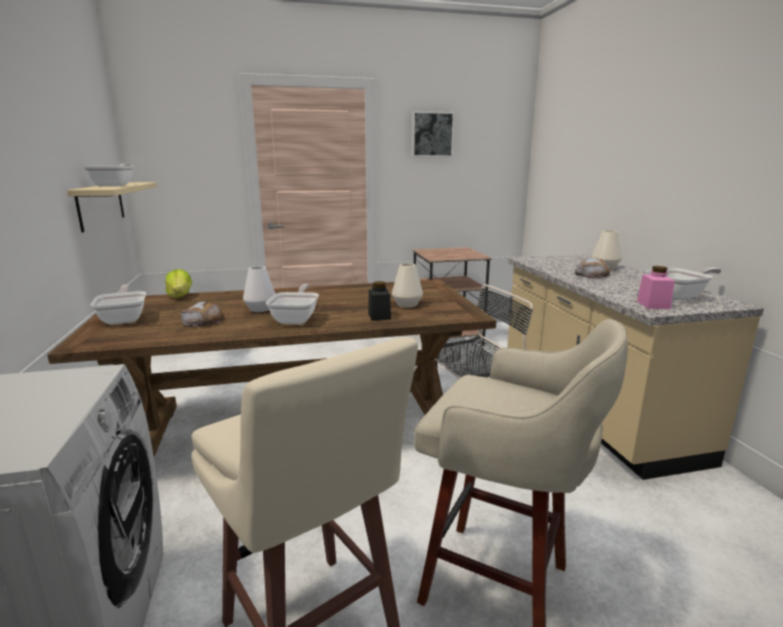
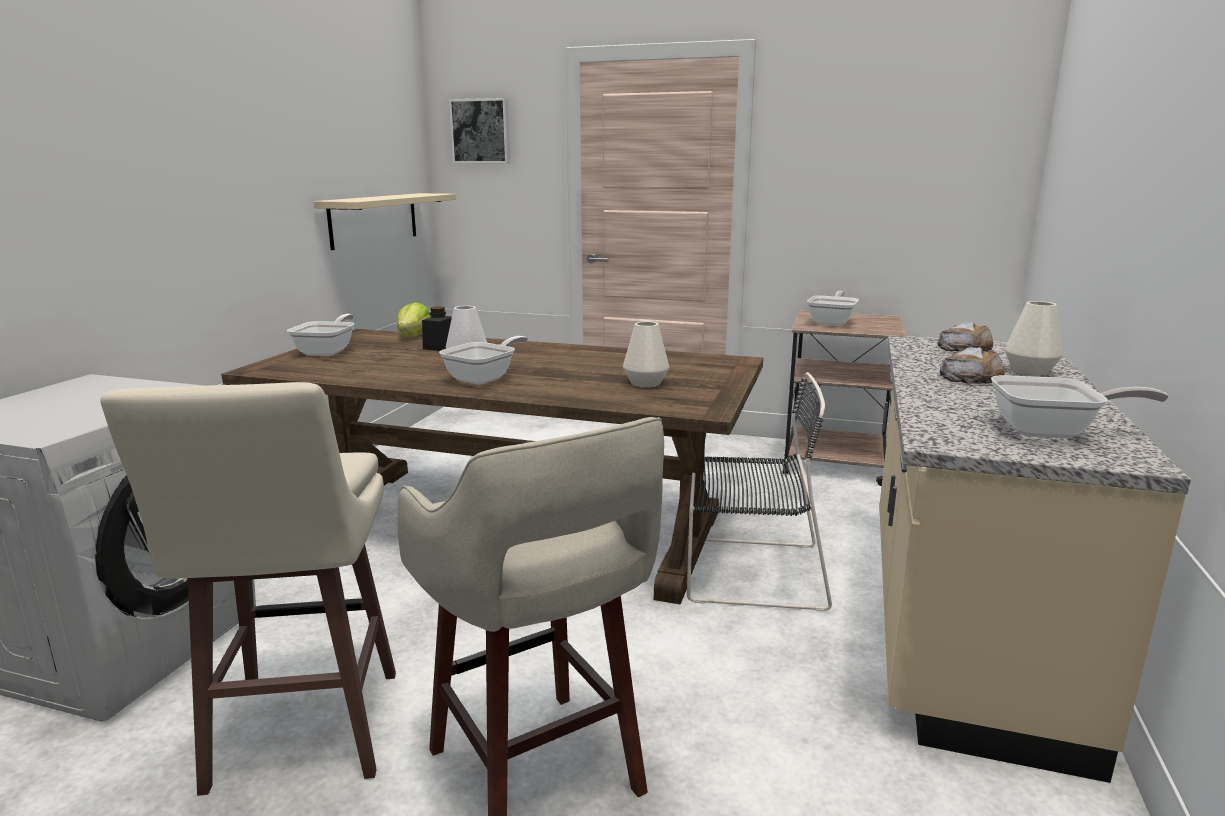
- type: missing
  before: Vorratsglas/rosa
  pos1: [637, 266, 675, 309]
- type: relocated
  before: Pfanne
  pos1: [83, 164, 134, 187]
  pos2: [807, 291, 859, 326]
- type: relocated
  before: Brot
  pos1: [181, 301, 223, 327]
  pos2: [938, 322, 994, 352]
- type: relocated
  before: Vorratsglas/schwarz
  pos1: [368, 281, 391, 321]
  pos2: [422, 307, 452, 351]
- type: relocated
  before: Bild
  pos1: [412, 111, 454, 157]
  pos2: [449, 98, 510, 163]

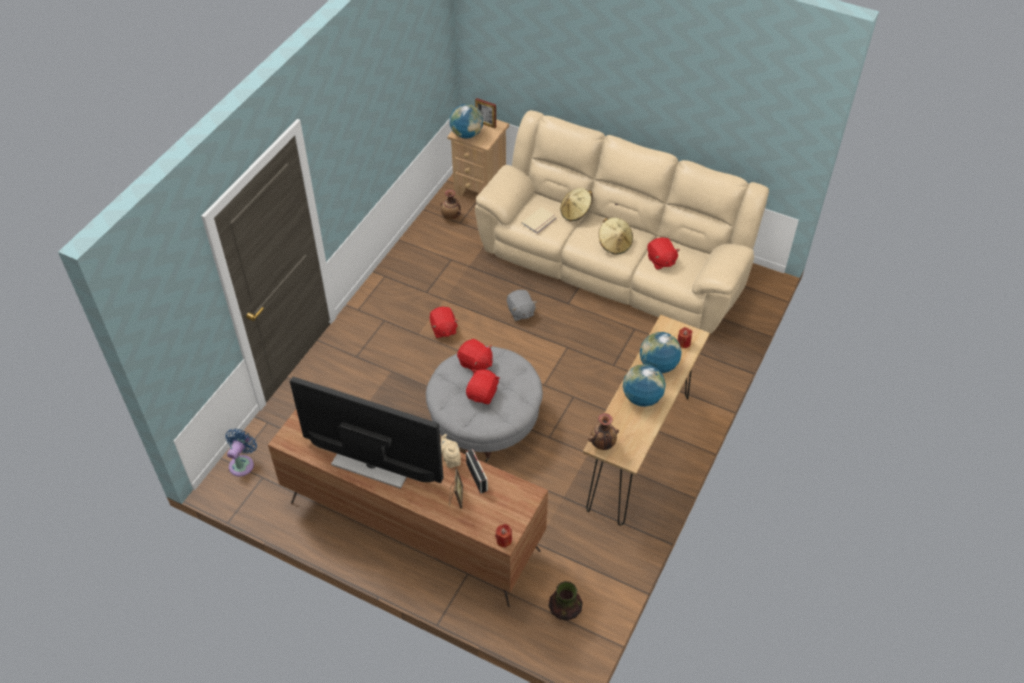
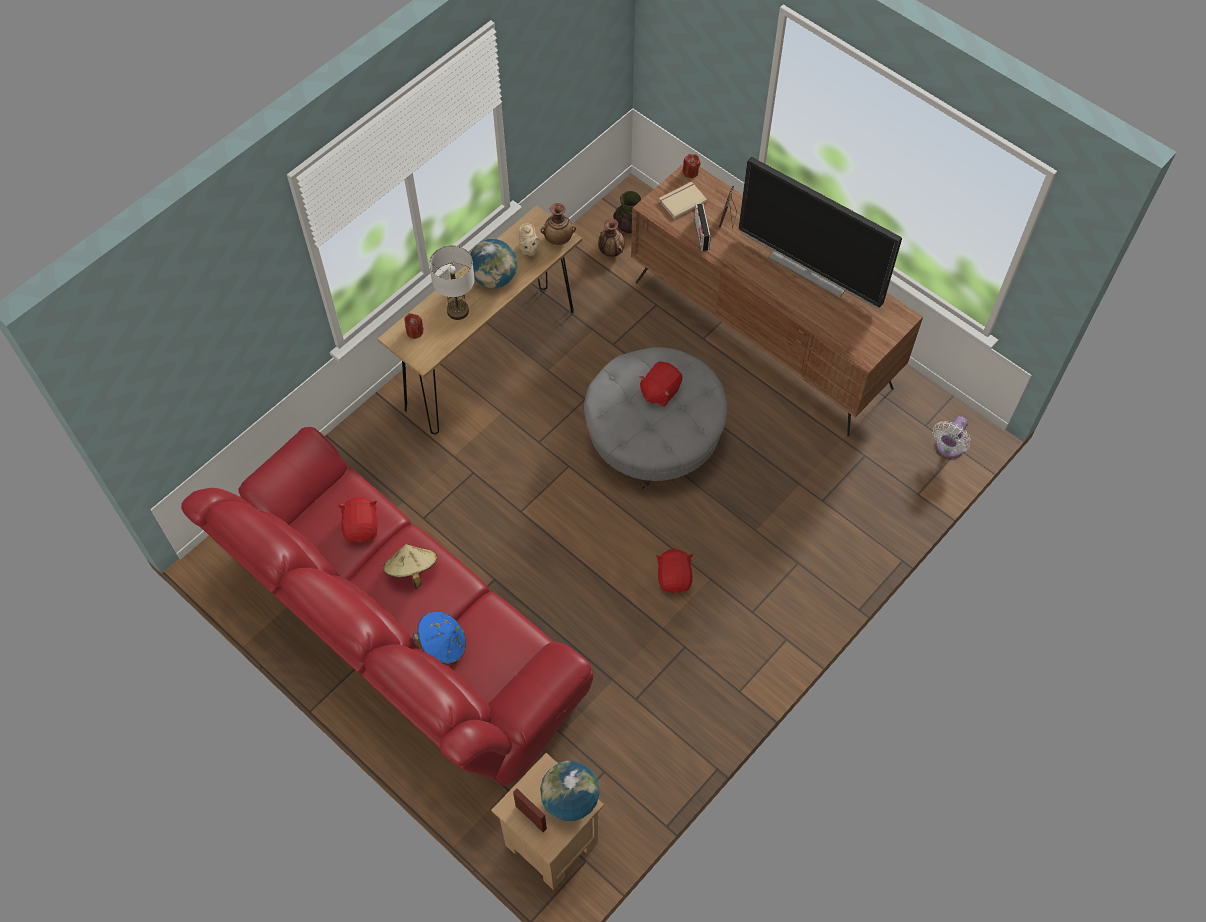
- type: missing
  before: Plüschtier/rot
  pos1: [457, 339, 493, 370]
- type: missing
  before: Plüschtier/grau
  pos1: [507, 290, 537, 321]
- type: relocated
  before: Vase
  pos1: [441, 190, 461, 220]
  pos2: [598, 219, 625, 257]
- type: relocated
  before: Teekanne/beige
  pos1: [441, 434, 461, 468]
  pos2: [518, 223, 540, 256]
- type: relocated
  before: Buch/beige
  pos1: [521, 207, 557, 234]
  pos2: [659, 182, 707, 219]
- type: exchanged
  before: Globus
  after: Tischlampe
  pos1: [640, 332, 682, 373]
  pos2: [429, 245, 475, 320]
- type: colour
  before: Ventilator/blau
  after: Ventilator/weiß
  pos1: [225, 429, 257, 477]
  pos2: [933, 416, 971, 458]
- type: colour
  before: Sofa/beige
  after: Sofa/rot
  pos1: [475, 110, 769, 334]
  pos2: [181, 427, 593, 786]
- type: colour
  before: Hut/beige
  after: Hut/blau
  pos1: [560, 188, 592, 221]
  pos2: [413, 612, 466, 665]

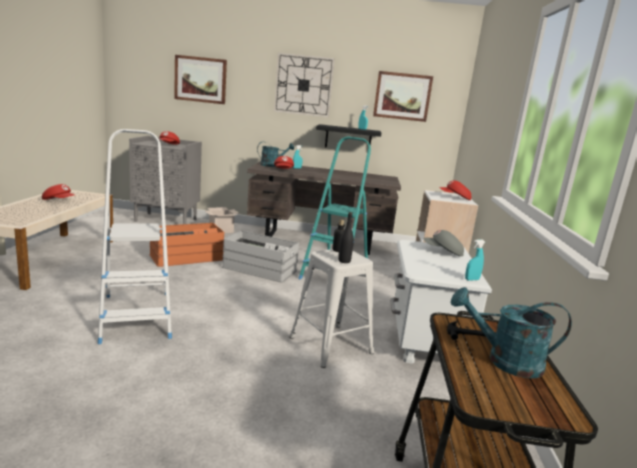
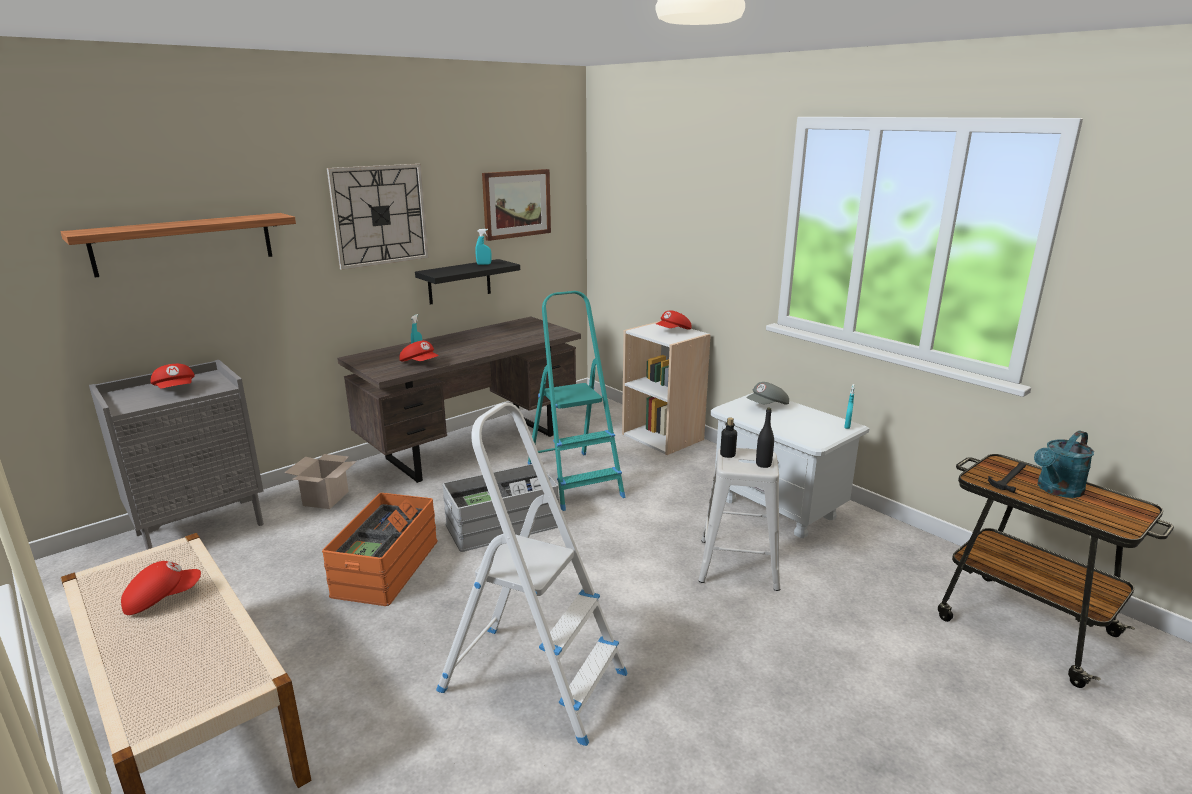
- type: missing
  before: Gießkanne/türkis
  pos1: [257, 142, 294, 167]
- type: exchanged
  before: Bild
  after: Wandregal
  pos1: [174, 55, 227, 104]
  pos2: [60, 213, 296, 277]

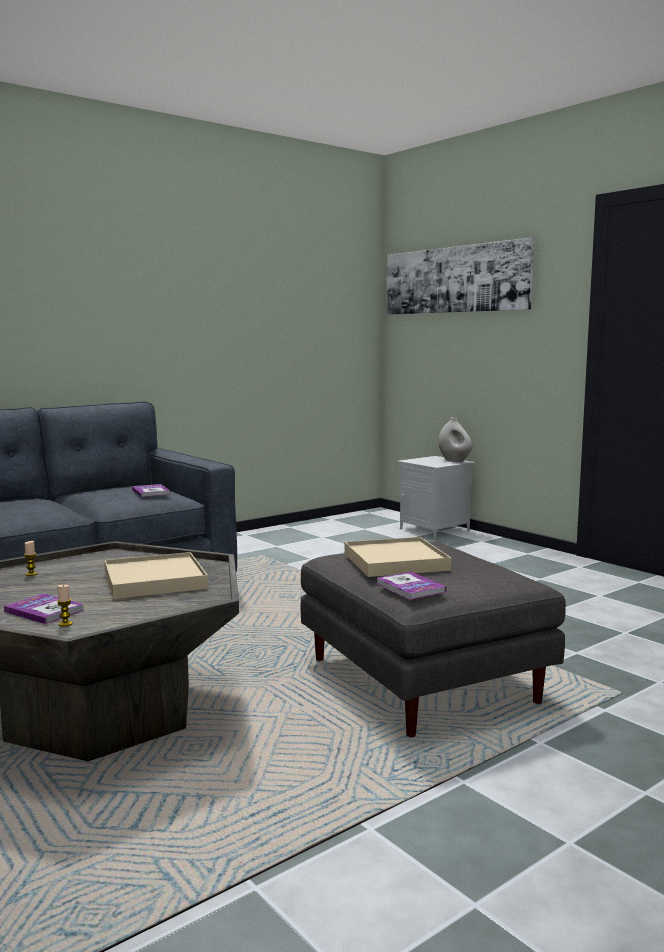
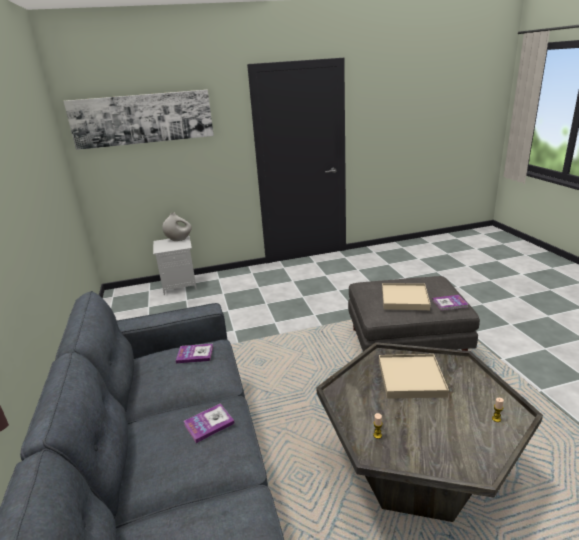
- type: relocated
  before: Buch
  pos1: [4, 593, 84, 624]
  pos2: [183, 403, 235, 443]

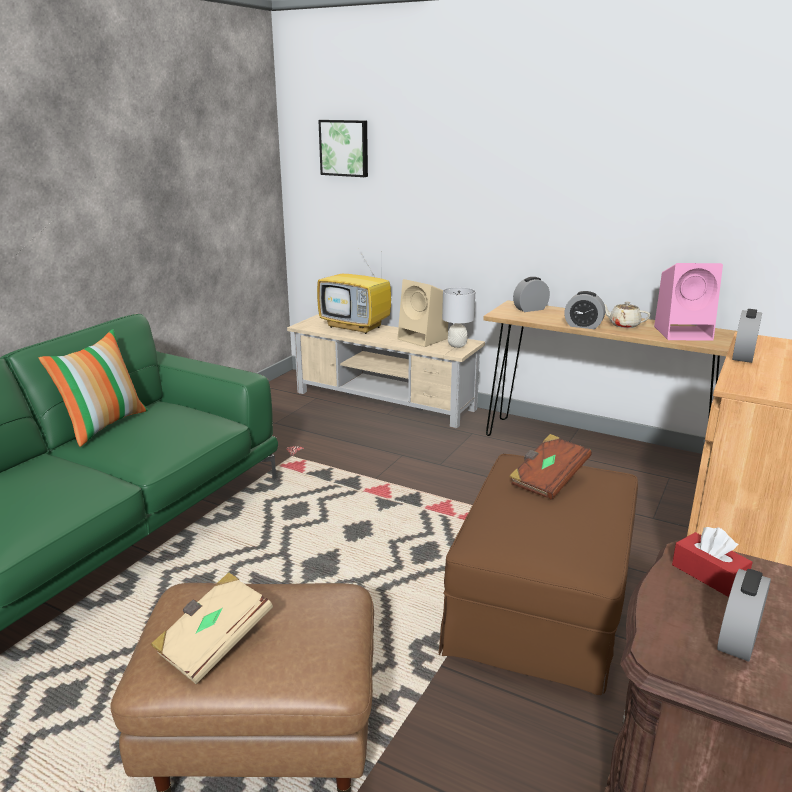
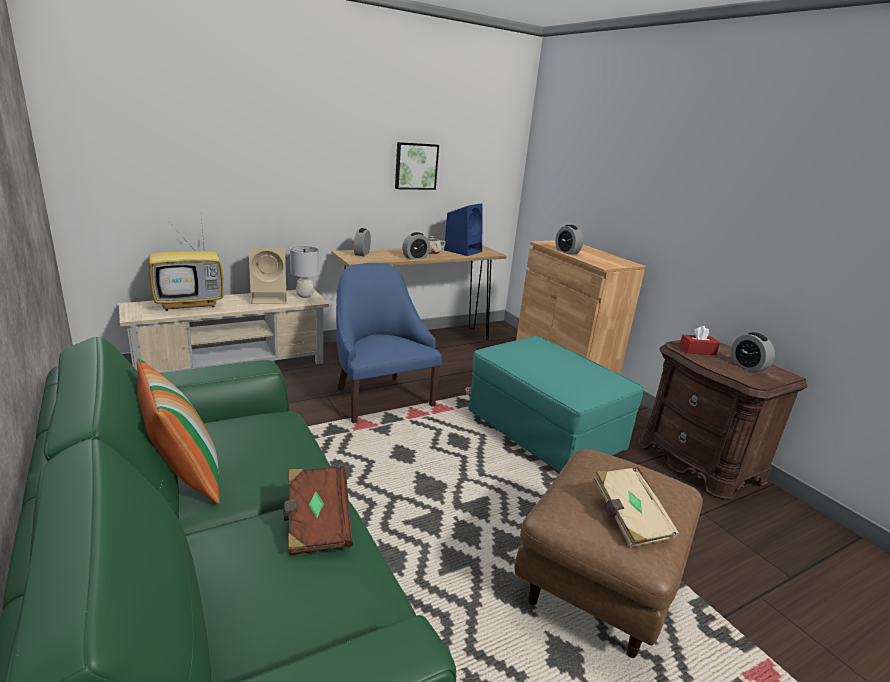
- type: appeared
  after: Sessel/blau
  pos2: [336, 263, 442, 423]
- type: relocated
  before: Bild
  pos1: [318, 120, 368, 177]
  pos2: [395, 142, 439, 190]
- type: relocated
  before: Buch/braun
  pos1: [509, 434, 592, 500]
  pos2: [283, 466, 353, 555]
- type: colour
  before: Polsterhocker/braun
  after: Polsterhocker/türkis
  pos1: [439, 454, 638, 695]
  pos2: [468, 336, 644, 473]
- type: colour
  before: Lautsprecher/rosa
  after: Lautsprecher/blau
  pos1: [654, 263, 723, 341]
  pos2: [444, 203, 482, 256]

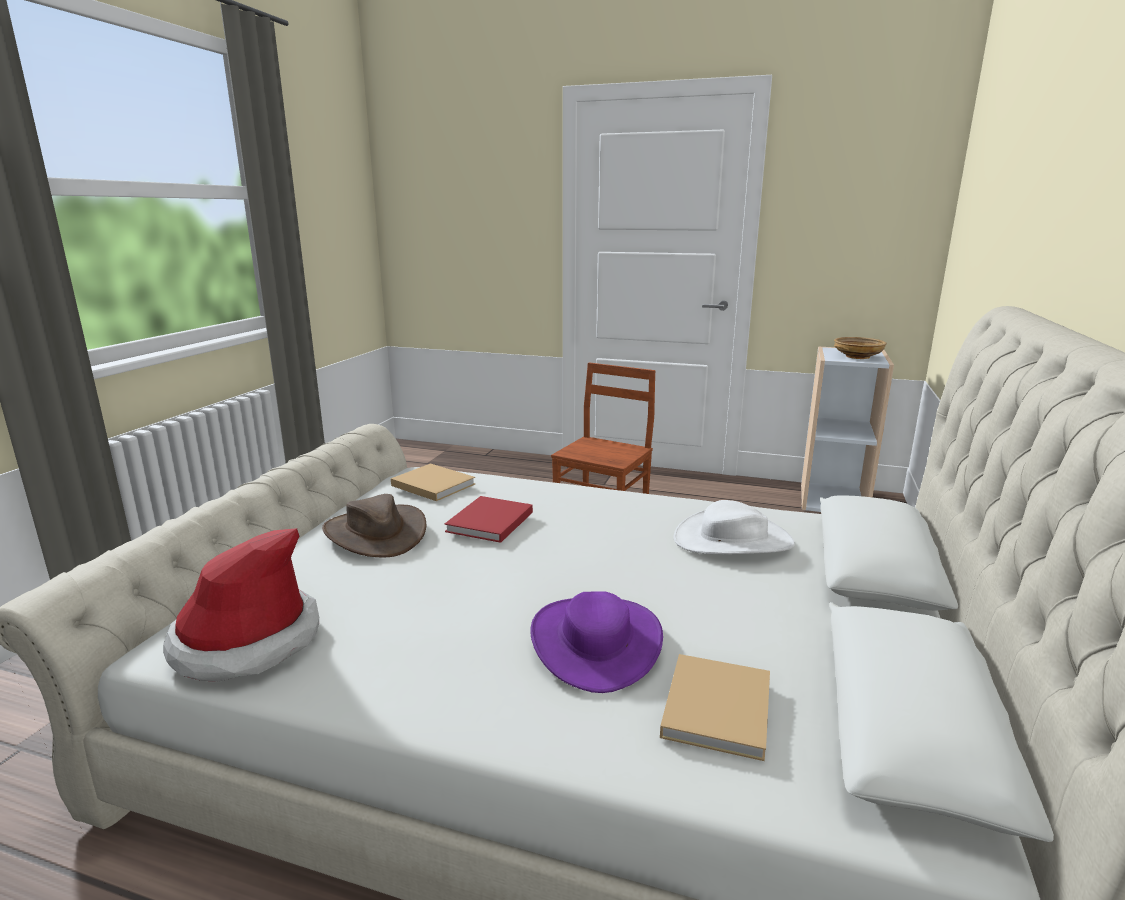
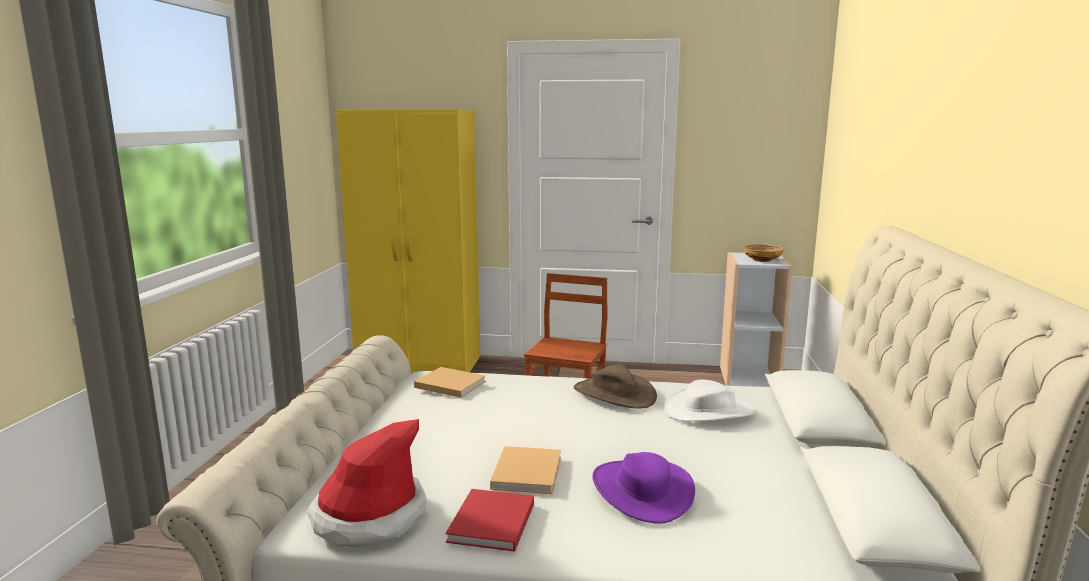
- type: appeared
  after: Kleiderschrank/gelb
  pos2: [336, 110, 480, 374]
- type: relocated
  before: Hut/braun
  pos1: [322, 494, 426, 557]
  pos2: [574, 364, 657, 408]
- type: relocated
  before: Buch/rot
  pos1: [444, 496, 533, 543]
  pos2: [445, 489, 534, 552]
- type: relocated
  before: Buch/beige
  pos1: [660, 654, 770, 761]
  pos2: [490, 446, 561, 494]

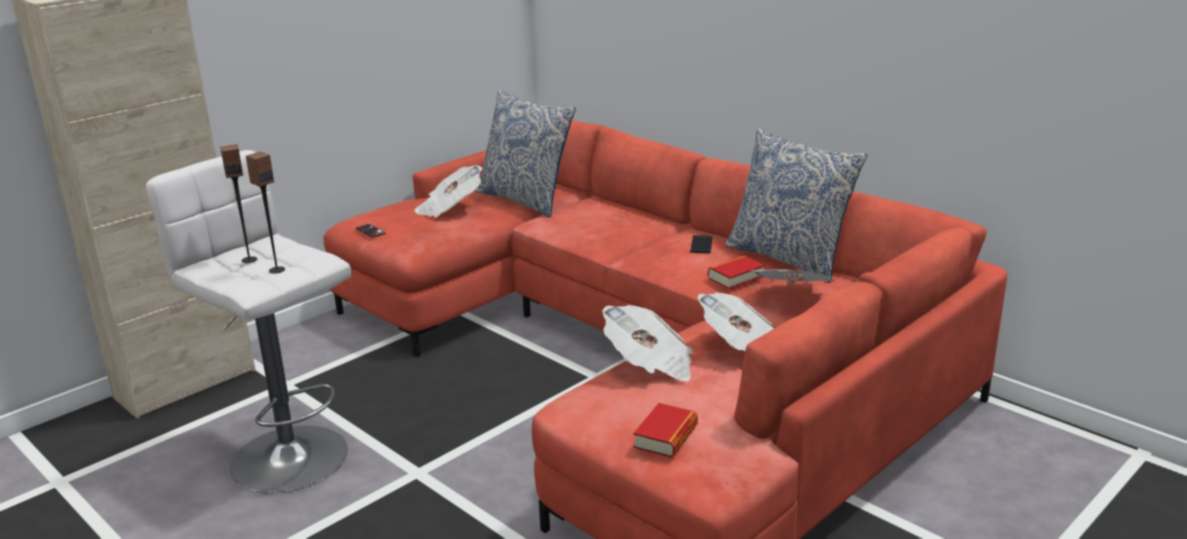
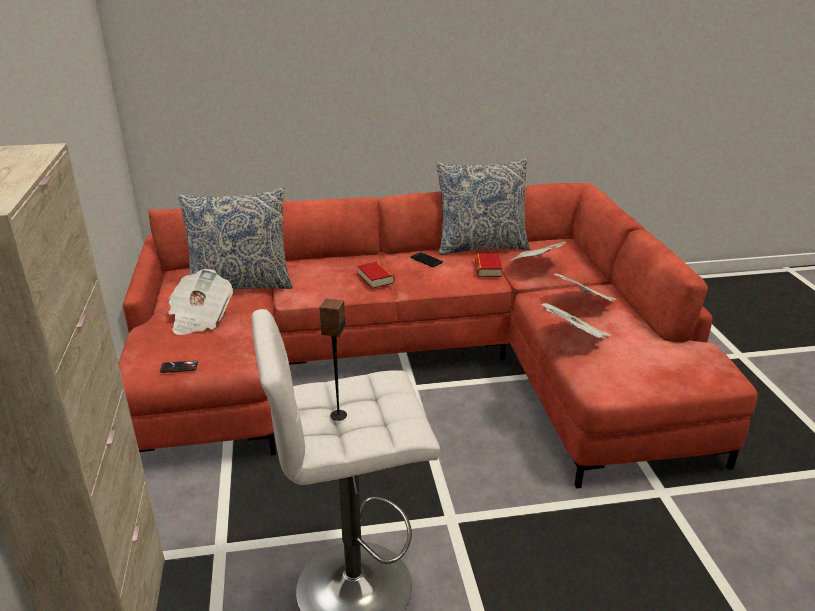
- type: missing
  before: Lautsprecher
  pos1: [246, 152, 285, 274]
- type: relocated
  before: Buch
  pos1: [633, 403, 698, 457]
  pos2: [357, 261, 395, 289]

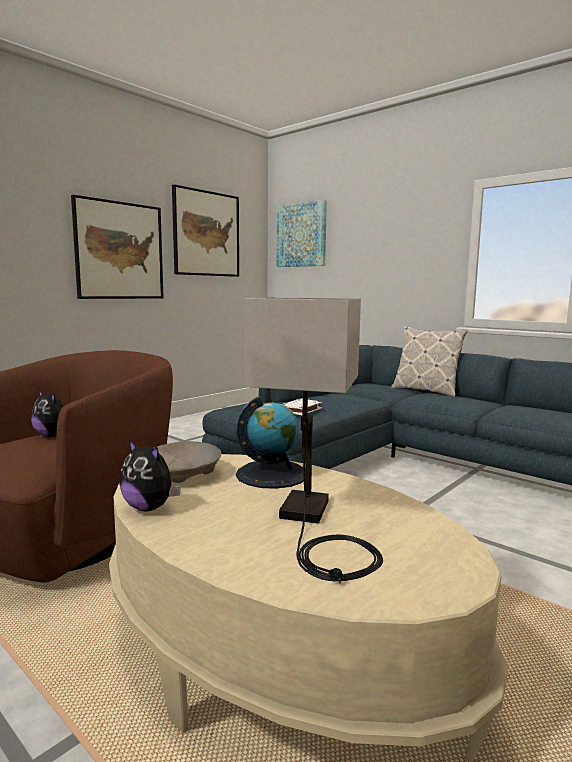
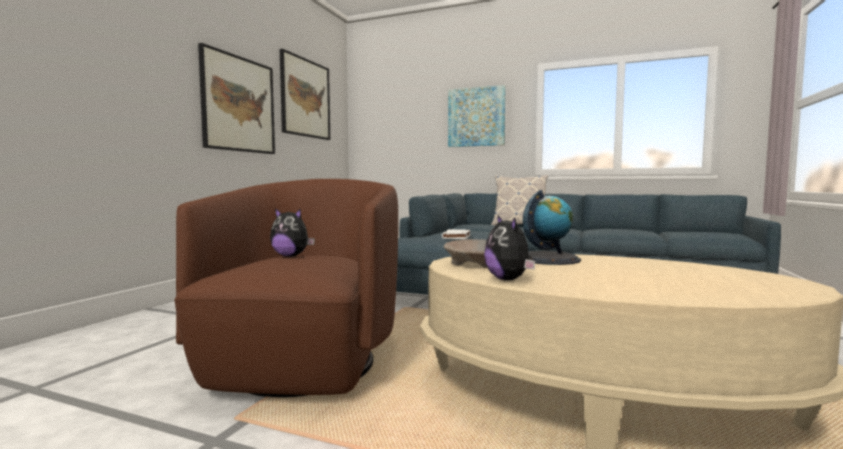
- type: missing
  before: Tischlampe
  pos1: [245, 297, 383, 584]
- type: relocated
  before: Bild
  pos1: [277, 200, 327, 267]
  pos2: [448, 85, 506, 147]
- type: spun
  before: Plüschtier
  pos1: [120, 439, 181, 511]
  pos2: [484, 214, 535, 280]
  turn: 60

